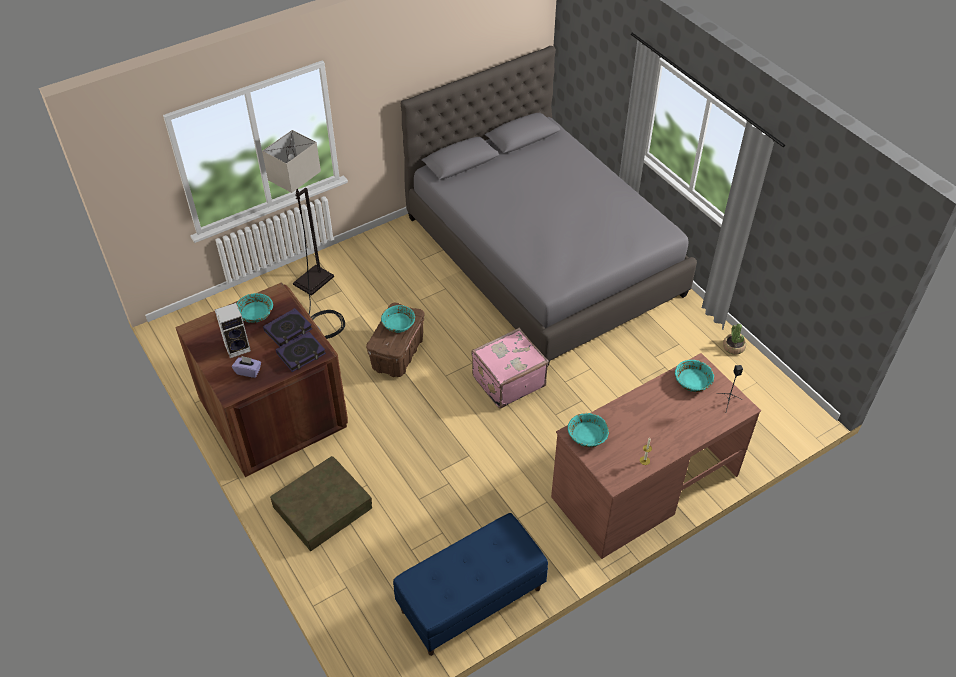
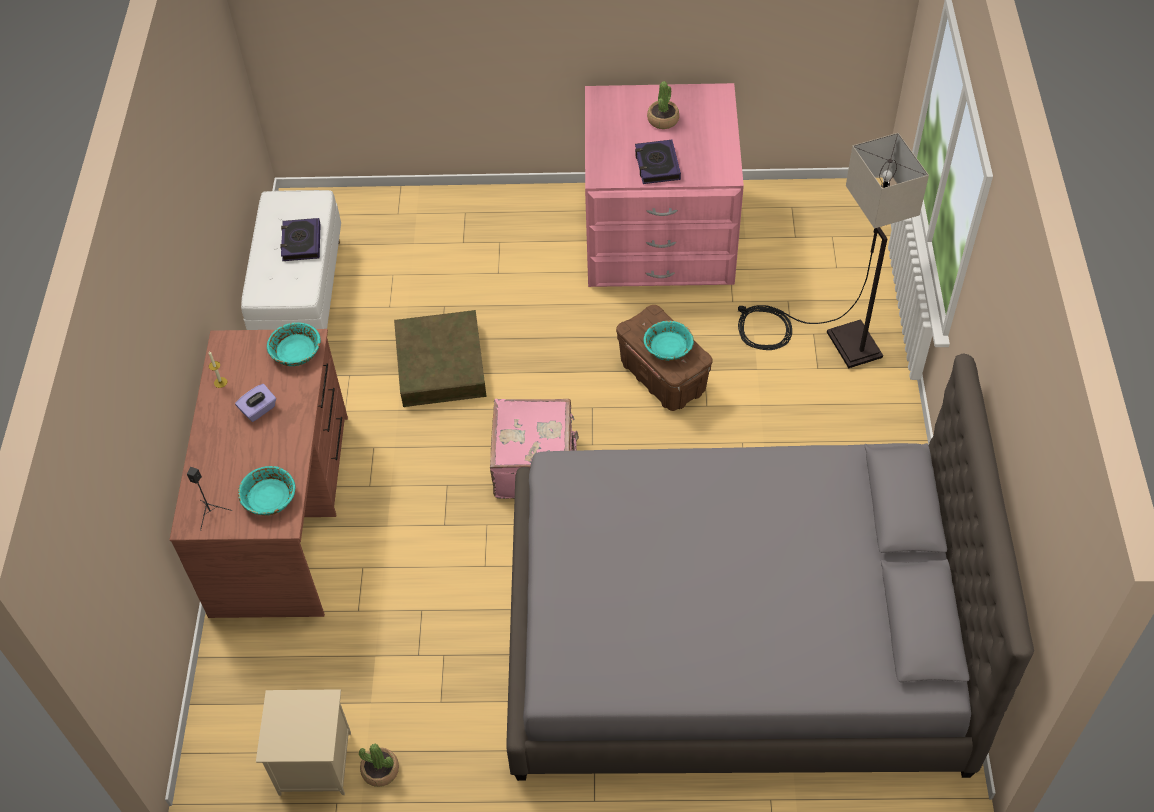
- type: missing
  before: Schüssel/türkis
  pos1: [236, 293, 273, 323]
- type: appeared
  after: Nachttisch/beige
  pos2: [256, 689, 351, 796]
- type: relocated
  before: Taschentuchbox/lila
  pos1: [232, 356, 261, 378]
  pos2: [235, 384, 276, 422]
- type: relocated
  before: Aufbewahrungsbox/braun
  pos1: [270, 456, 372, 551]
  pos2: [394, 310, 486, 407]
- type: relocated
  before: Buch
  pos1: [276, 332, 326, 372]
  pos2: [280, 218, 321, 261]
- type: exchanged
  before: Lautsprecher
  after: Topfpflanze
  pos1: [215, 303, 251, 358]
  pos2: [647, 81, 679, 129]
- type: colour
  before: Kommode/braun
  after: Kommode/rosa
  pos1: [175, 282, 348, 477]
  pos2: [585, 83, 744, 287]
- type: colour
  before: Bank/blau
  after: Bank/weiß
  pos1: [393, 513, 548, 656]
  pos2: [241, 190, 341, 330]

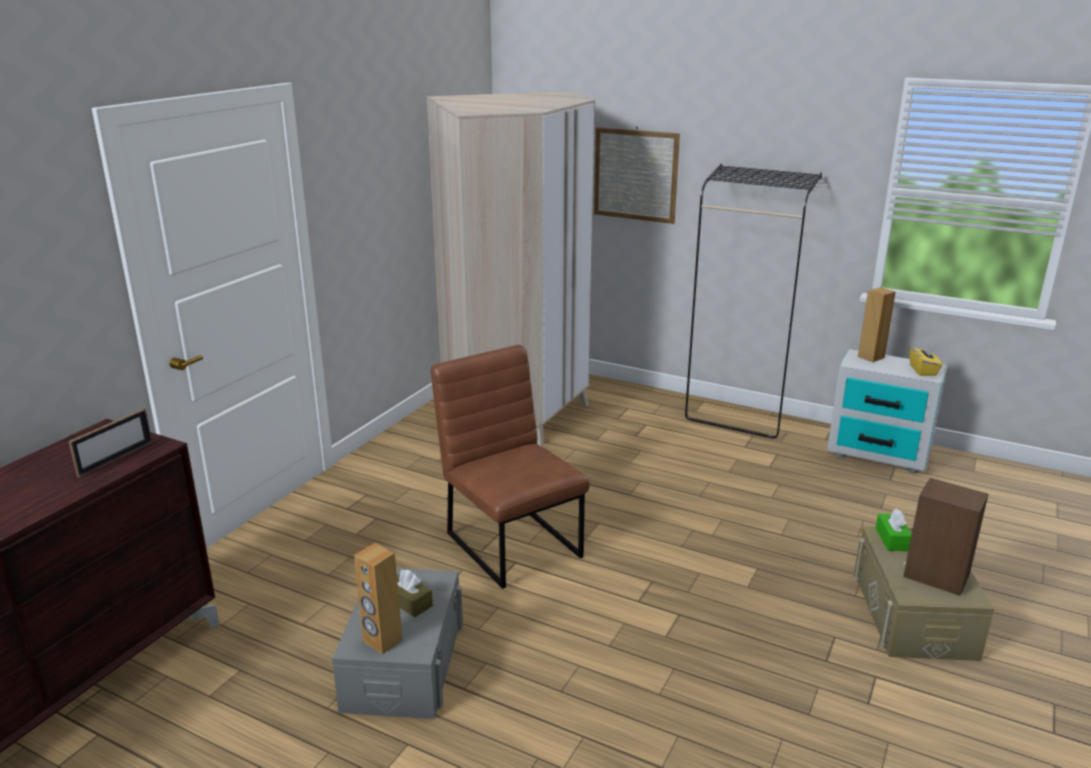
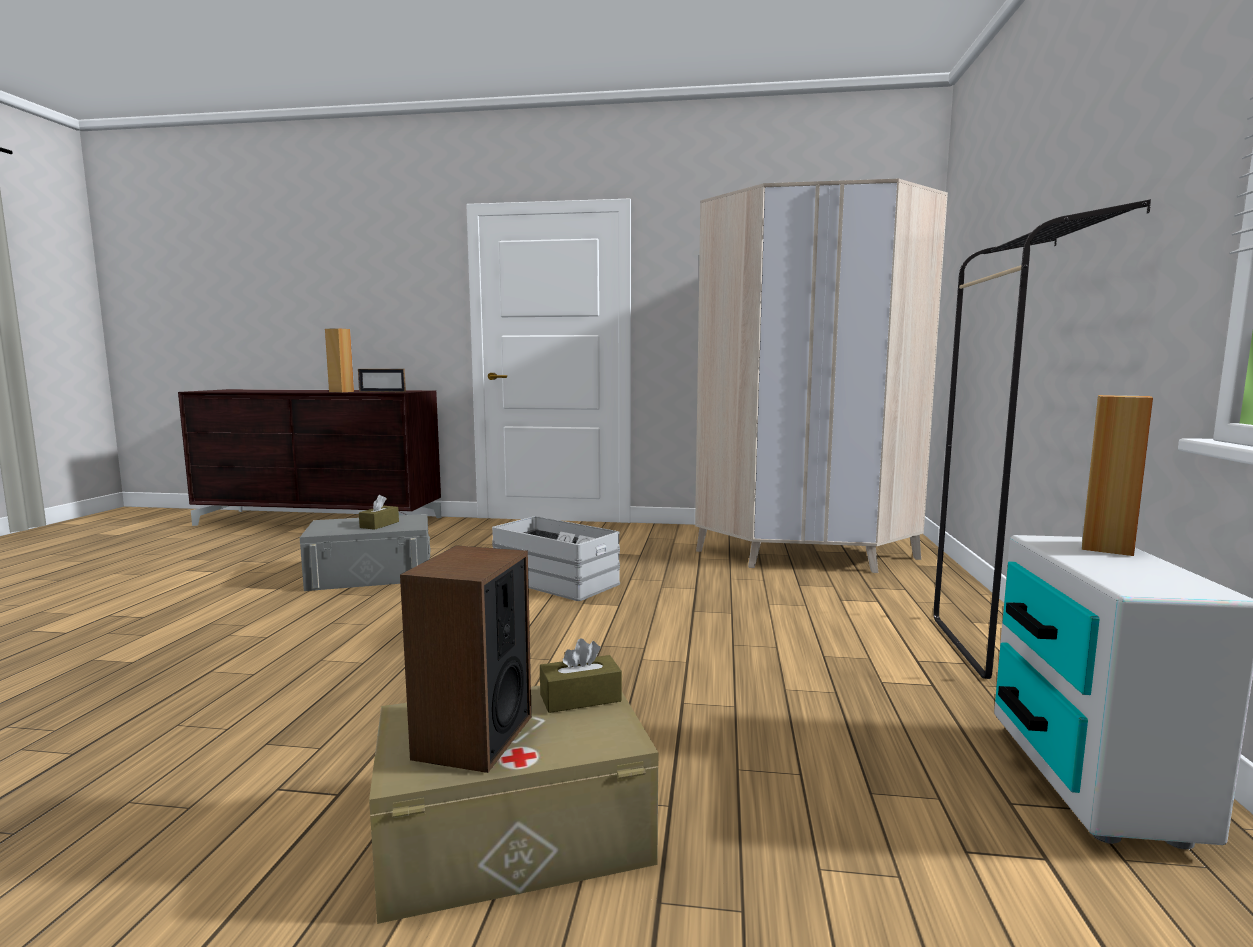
- type: missing
  before: Bild
  pos1: [594, 127, 680, 224]
- type: missing
  before: Taschentuchbox/gelb
  pos1: [910, 344, 942, 376]
- type: relocated
  before: Lautsprecher/braun
  pos1: [354, 543, 403, 654]
  pos2: [325, 328, 354, 392]
- type: exchanged
  before: Stuhl/braun
  after: Aufbewahrungsbox/grau
  pos1: [431, 345, 590, 589]
  pos2: [492, 516, 620, 601]
- type: colour
  before: Taschentuchbox/grün
  after: Taschentuchbox/braun
  pos1: [876, 508, 912, 551]
  pos2: [540, 638, 622, 713]

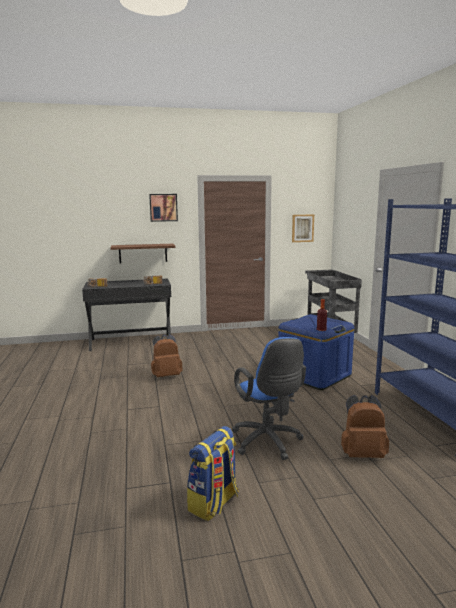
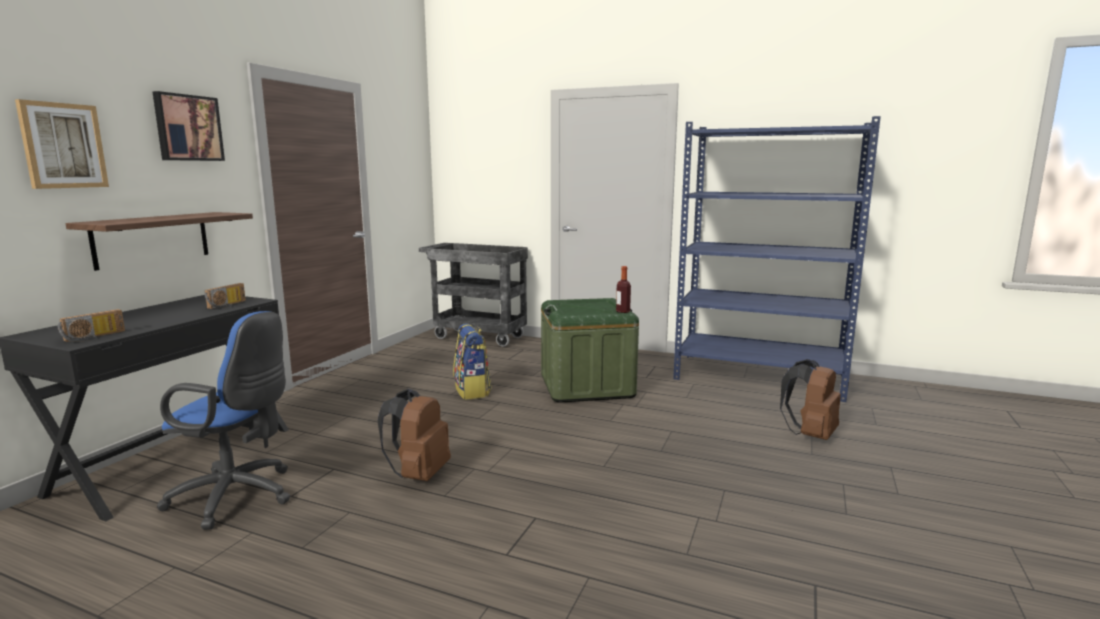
- type: relocated
  before: Rucksack
  pos1: [187, 426, 239, 521]
  pos2: [453, 323, 492, 400]
- type: relocated
  before: Bürostuhl/blau
  pos1: [232, 337, 306, 460]
  pos2: [157, 311, 290, 530]
- type: relocated
  before: Bild
  pos1: [292, 214, 314, 242]
  pos2: [15, 99, 109, 189]
- type: colour
  before: Aufbewahrungsbox/blau
  after: Aufbewahrungsbox/grün
  pos1: [278, 314, 354, 390]
  pos2: [541, 298, 639, 403]

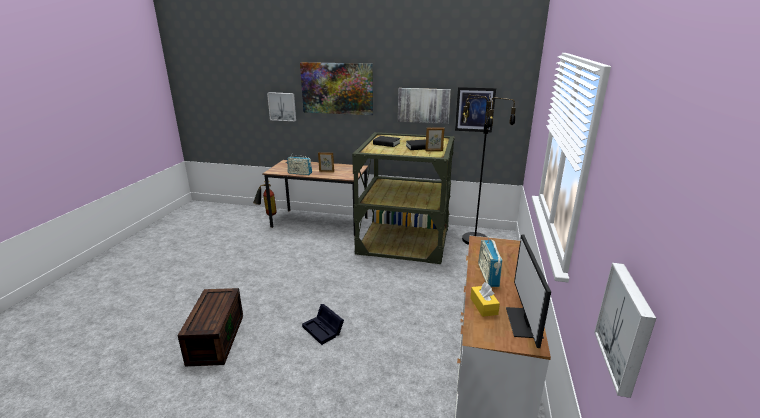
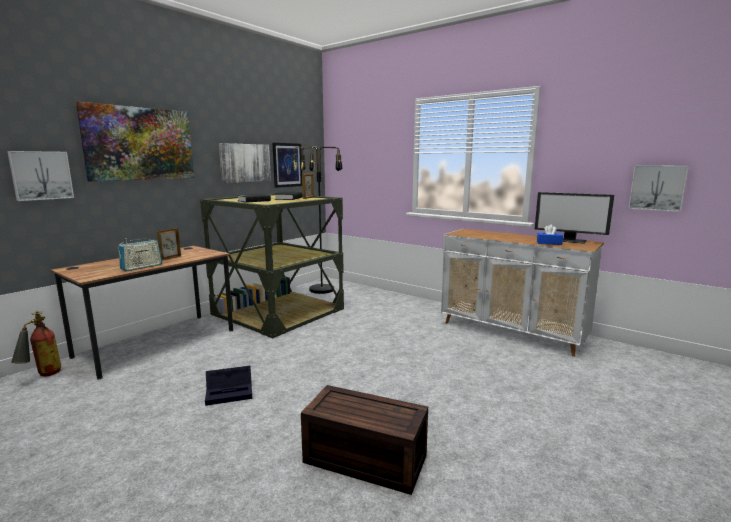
- type: missing
  before: Radio
  pos1: [478, 236, 502, 287]
- type: relocated
  before: Aufbewahrungsbox/schwarz
  pos1: [302, 304, 344, 345]
  pos2: [205, 366, 252, 406]
- type: colour
  before: Taschentuchbox/gelb
  after: Taschentuchbox/blau
  pos1: [470, 282, 500, 317]
  pos2: [537, 225, 563, 245]

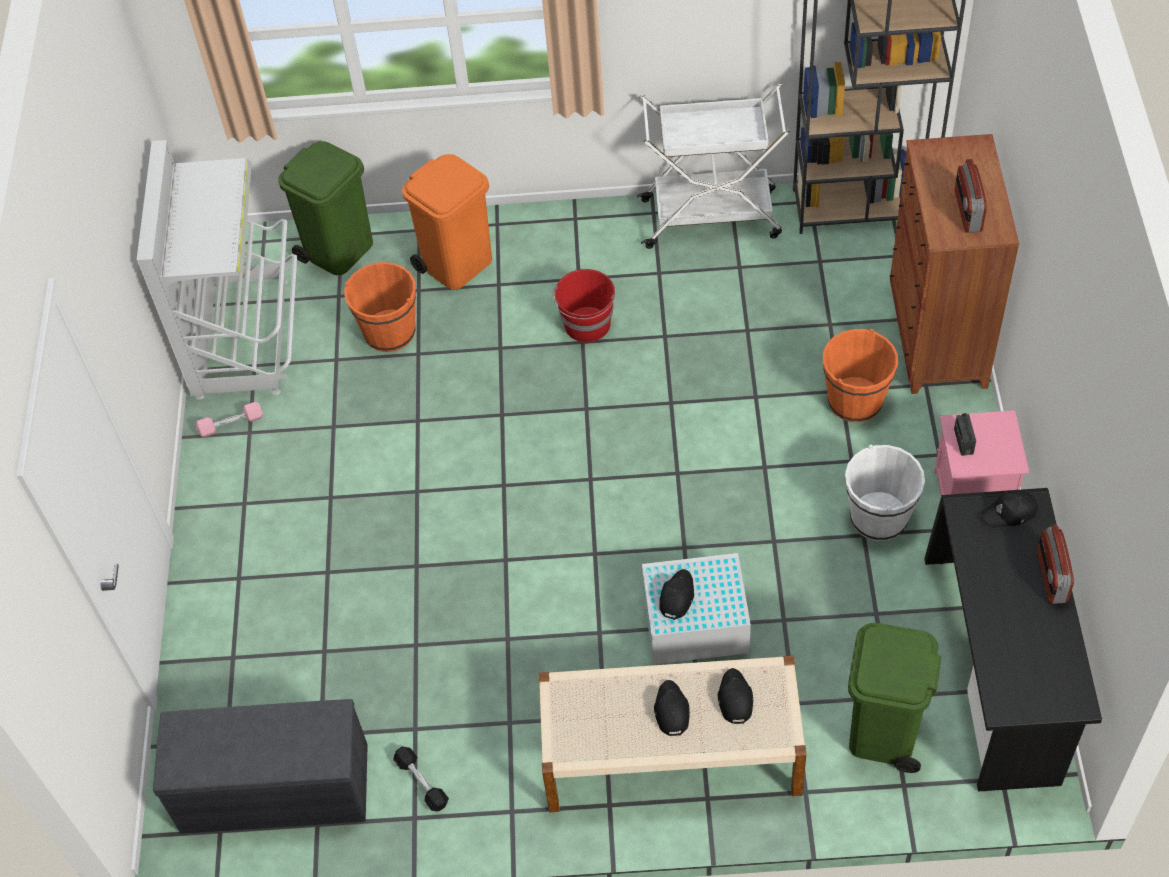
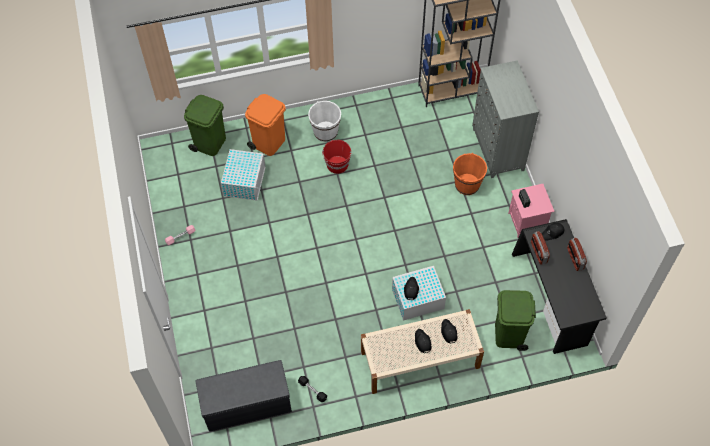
- type: missing
  before: Schuhregal/weiß
  pos1: [137, 140, 297, 400]
- type: missing
  before: Rollwagen/weiß
  pos1: [637, 84, 790, 249]
- type: relocated
  before: Eimer/weiß
  pos1: [845, 445, 925, 541]
  pos2: [308, 101, 341, 142]
- type: relocated
  before: Radio
  pos1: [955, 159, 987, 233]
  pos2: [531, 231, 550, 265]
- type: exchanged
  before: Eimer/orange
  after: Aufbewahrungsbox/weiß
  pos1: [344, 262, 416, 352]
  pos2: [221, 149, 266, 201]
- type: colour
  before: Kommode/braun
  after: Kommode/grau
  pos1: [890, 134, 1019, 394]
  pos2: [472, 60, 539, 178]

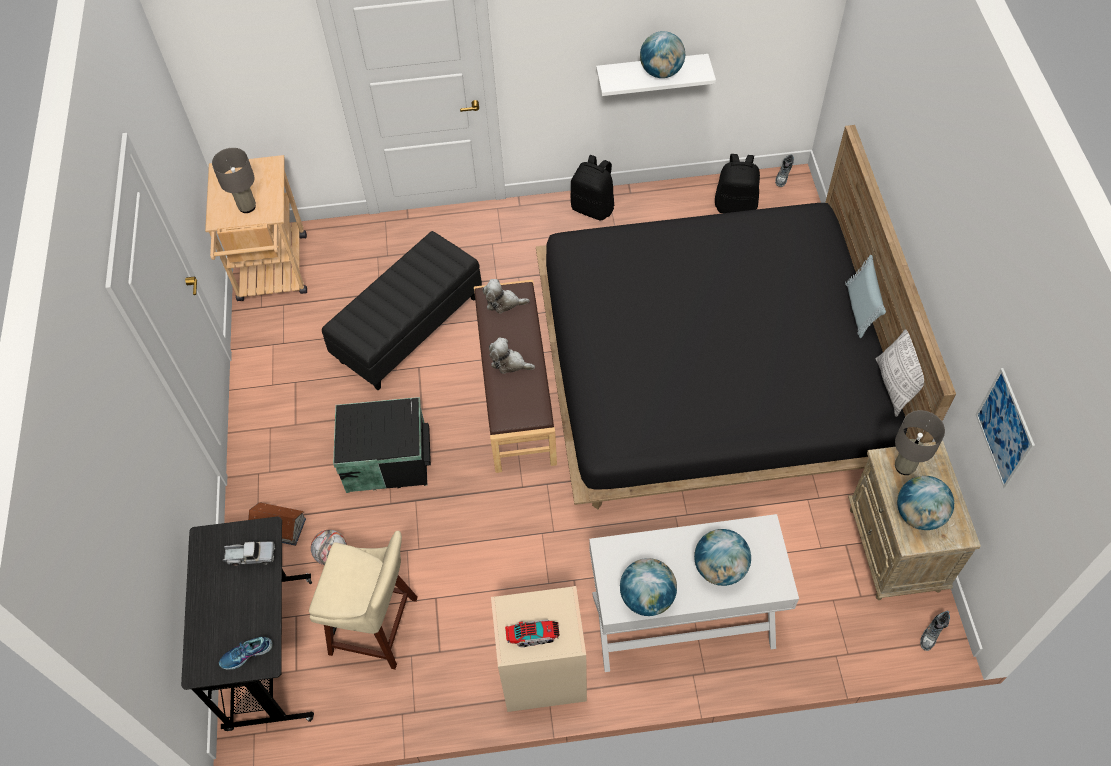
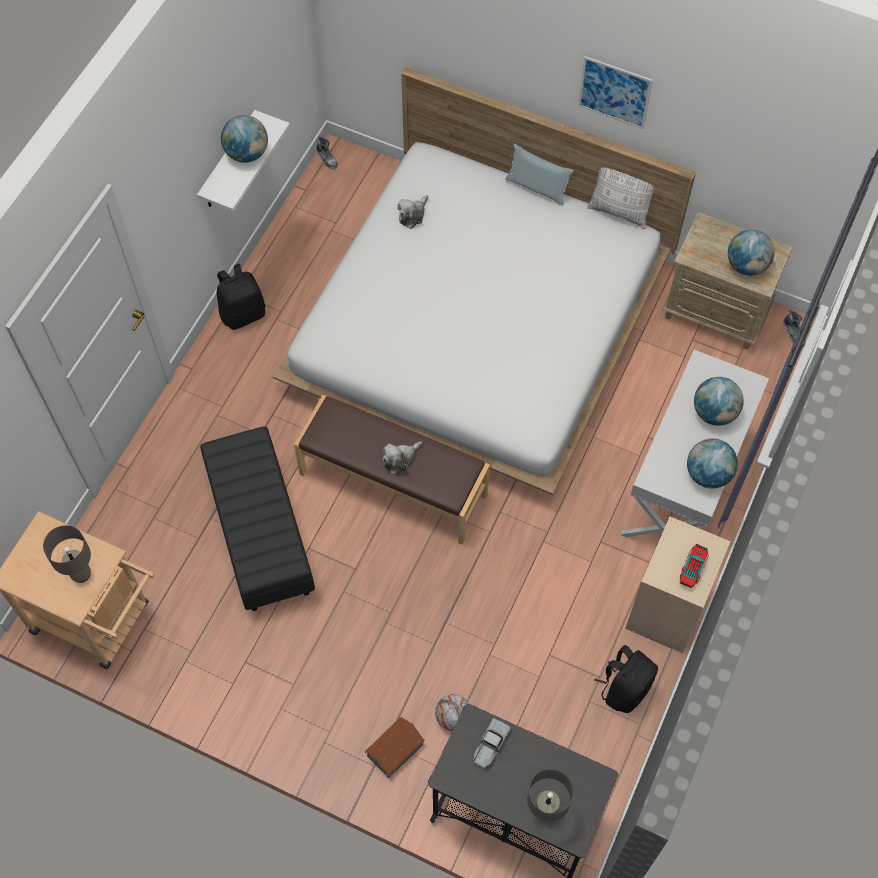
- type: missing
  before: Schuh
  pos1: [219, 637, 273, 670]
- type: missing
  before: Stuhl/beige
  pos1: [309, 531, 418, 670]
- type: missing
  before: Aufbewahrungsbox/schwarz
  pos1: [333, 397, 431, 493]
- type: relocated
  before: Plüschtier
  pos1: [483, 279, 530, 314]
  pos2: [397, 195, 428, 229]
- type: relocated
  before: Rucksack/schwarz
  pos1: [715, 154, 760, 213]
  pos2: [594, 645, 658, 713]
- type: relocated
  before: Tischlampe/grau
  pos1: [895, 410, 945, 475]
  pos2: [527, 769, 574, 822]
- type: relocated
  before: Bild
  pos1: [975, 368, 1035, 489]
  pos2: [578, 56, 653, 129]
- type: colour
  before: Bett/schwarz
  after: Bett/weiß
  pos1: [536, 125, 956, 509]
  pos2: [272, 67, 696, 495]

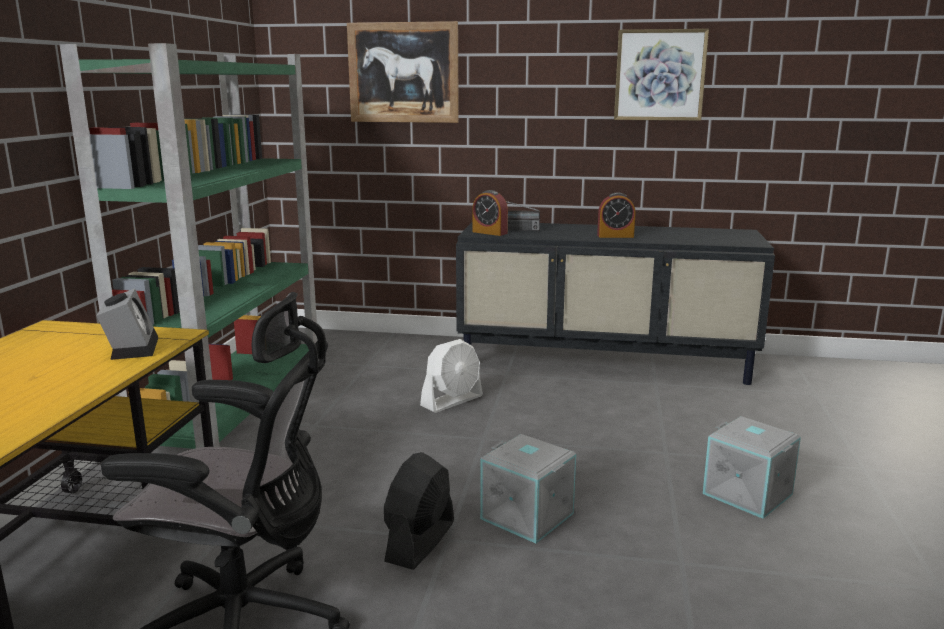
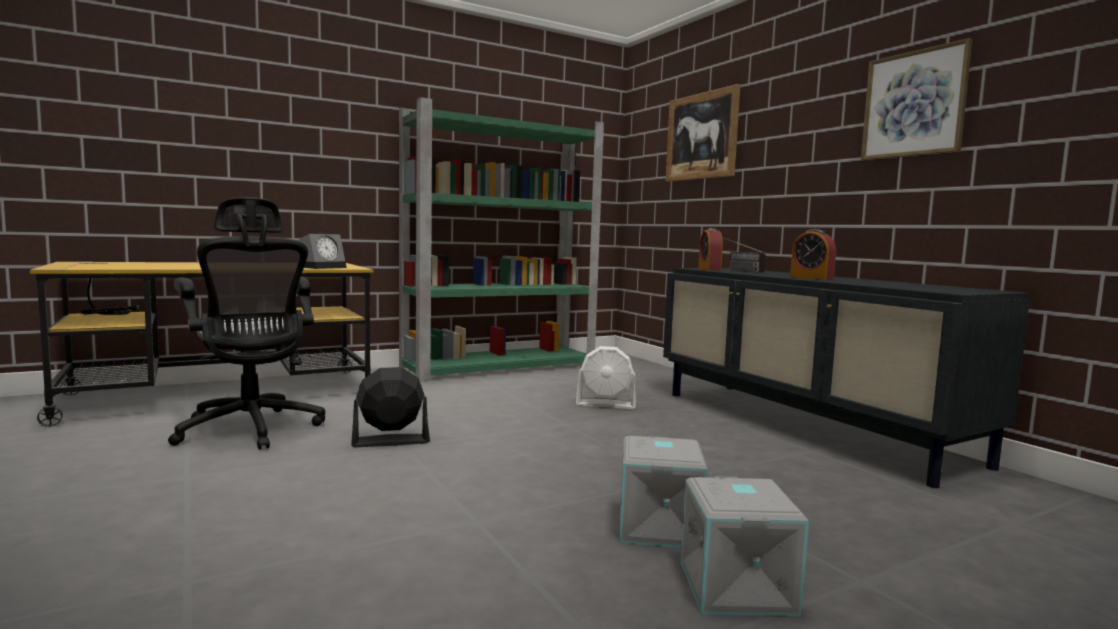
- type: relocated
  before: Aufbewahrungsbox/grau
  pos1: [480, 434, 576, 543]
  pos2: [681, 476, 809, 616]

